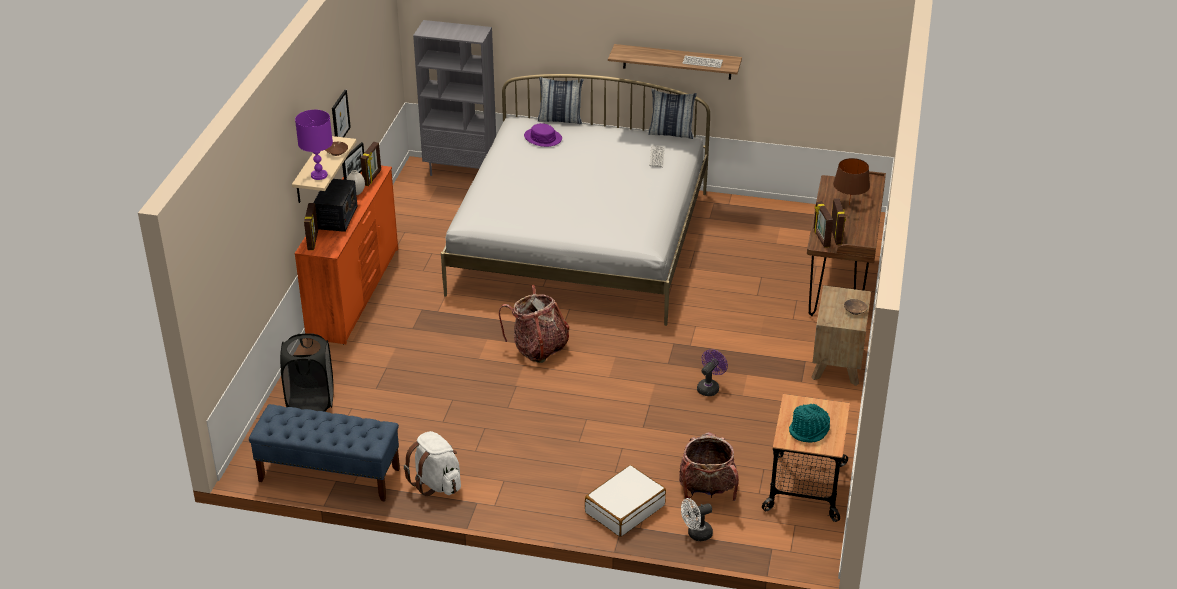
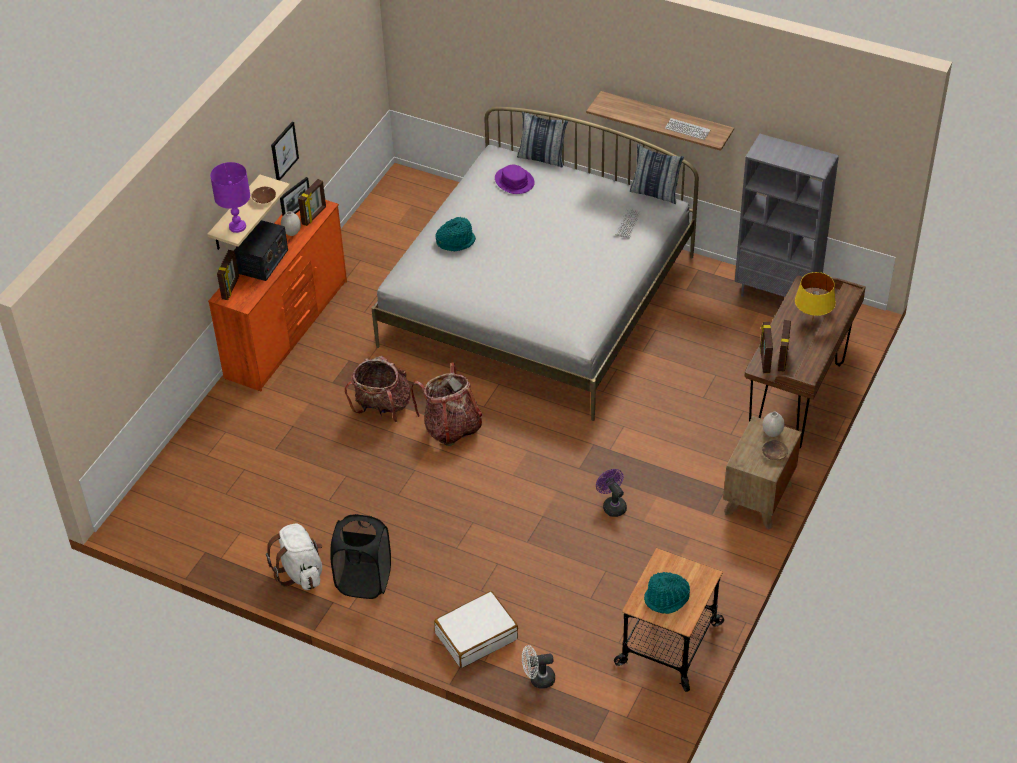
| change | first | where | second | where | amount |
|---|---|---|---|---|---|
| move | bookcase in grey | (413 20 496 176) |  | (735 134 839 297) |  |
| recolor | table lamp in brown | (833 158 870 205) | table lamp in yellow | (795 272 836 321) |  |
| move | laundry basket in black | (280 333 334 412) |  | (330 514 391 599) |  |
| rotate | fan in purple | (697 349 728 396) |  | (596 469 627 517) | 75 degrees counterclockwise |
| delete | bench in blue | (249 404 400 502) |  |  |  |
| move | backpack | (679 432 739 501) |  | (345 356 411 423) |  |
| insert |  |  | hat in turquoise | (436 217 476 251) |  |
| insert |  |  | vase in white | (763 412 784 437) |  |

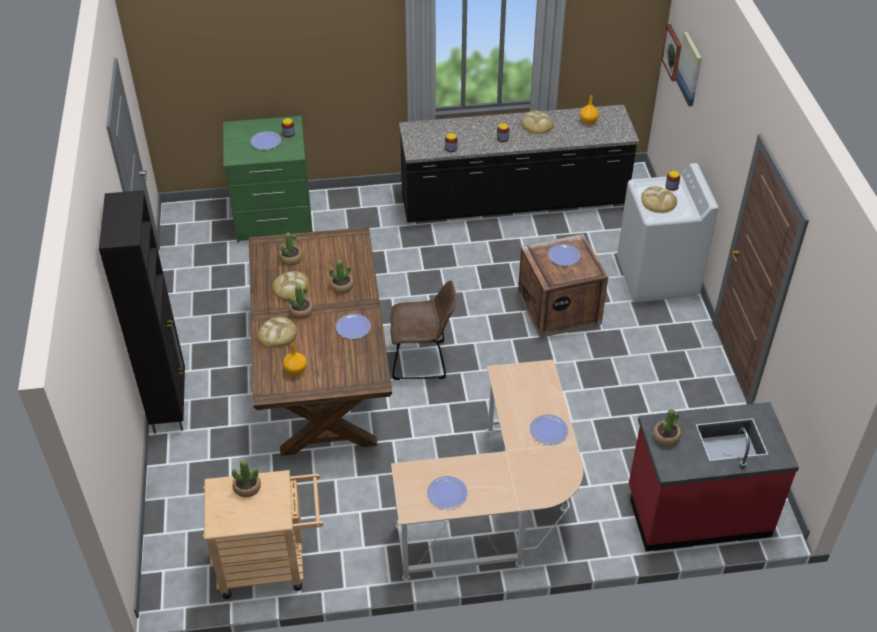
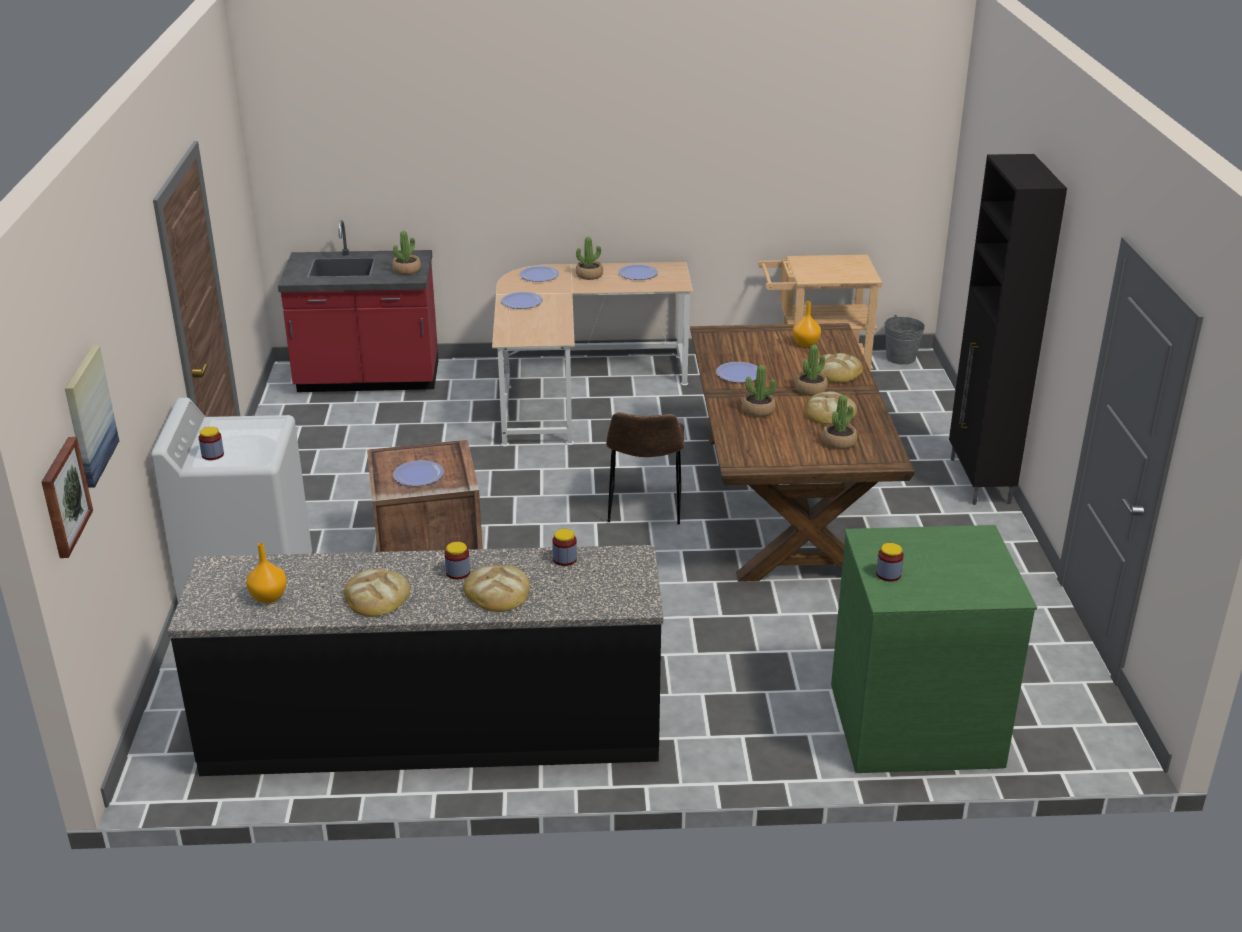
| change | first | where | second | where | amount |
|---|---|---|---|---|---|
| move | plate | (250 131 281 150) |  | (520 266 559 282) |  |
| move | bread | (641 186 677 213) |  | (463 566 530 612) |  |
| rotate | chair in brown | (391 280 456 380) |  | (606 412 684 524) | 90 degrees counterclockwise |
| move | potted plant | (232 460 261 497) |  | (576 237 603 280) |  |
| insert |  |  | bucket in grey | (885 315 925 365) |  |

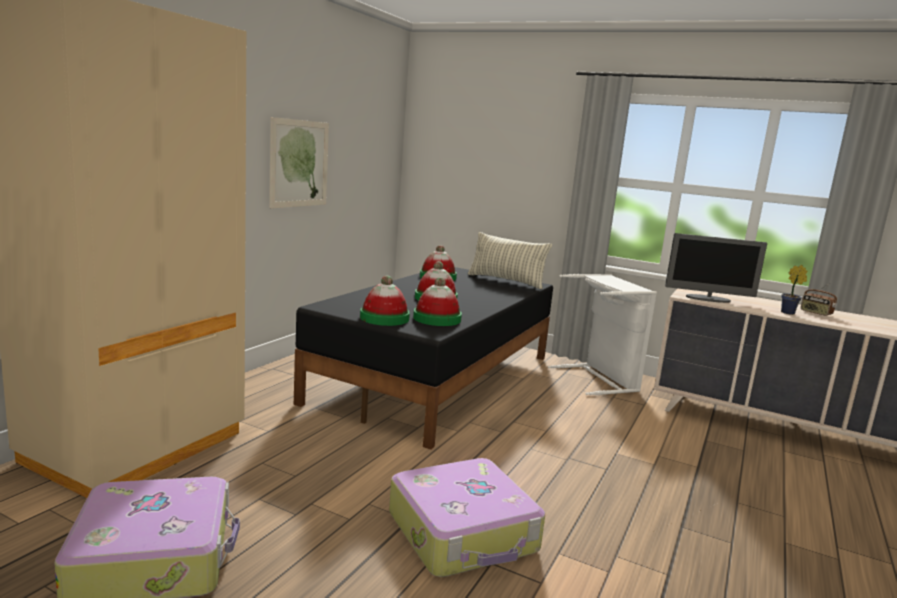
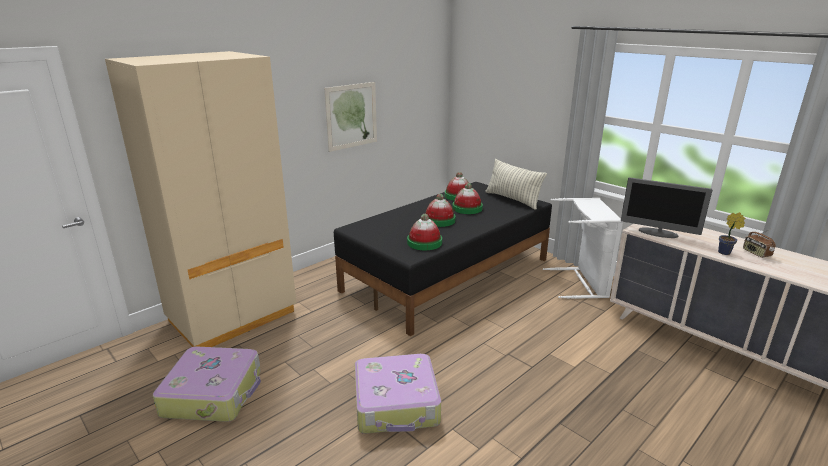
| change | first | where | second | where | amount |
|---|---|---|---|---|---|
| move | hat | (360 276 410 326) |  | (452 183 483 214) |  |

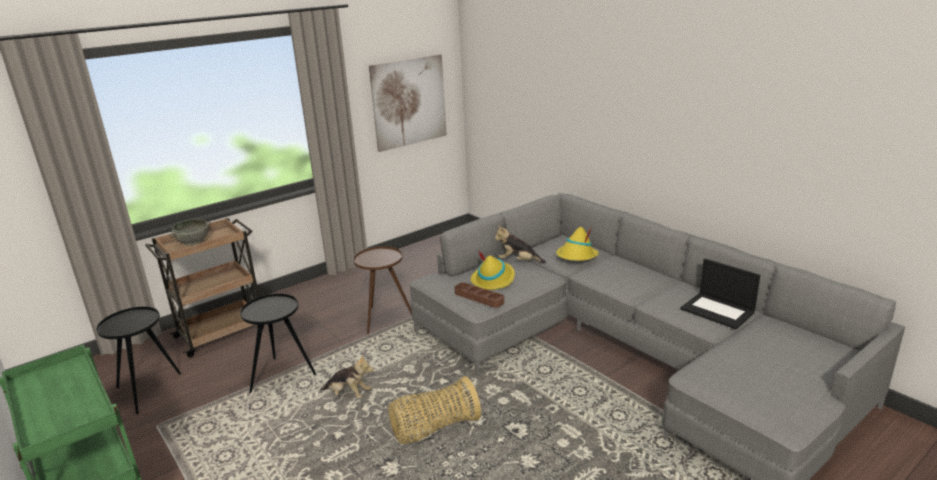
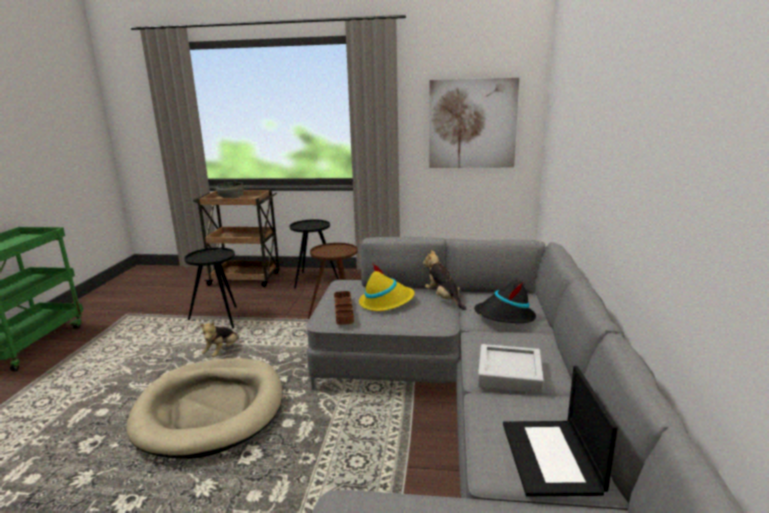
| change | first | where | second | where | amount |
|---|---|---|---|---|---|
| recolor | hat in yellow | (556 226 599 261) | hat in black | (474 280 536 323) |  |
| move | side table in black | (96 307 181 414) |  | (290 219 338 289) |  |
| rotate | plush toy | (320 354 374 399) |  | (200 321 239 357) | 45 degrees clockwise |
| replace | basket | (388 376 481 444) | dog bed in beige | (127 358 283 459) |  |
| insert |  |  | tray in grey | (478 344 544 394) |  |

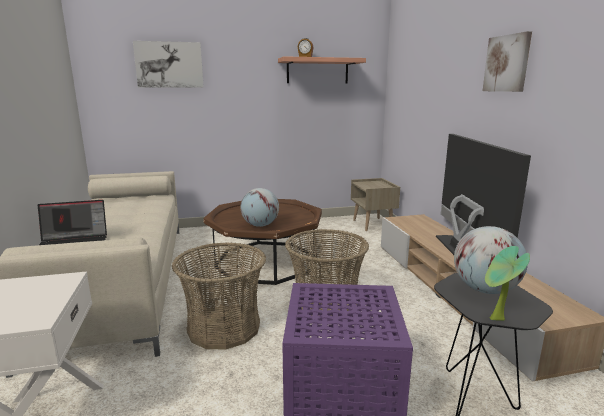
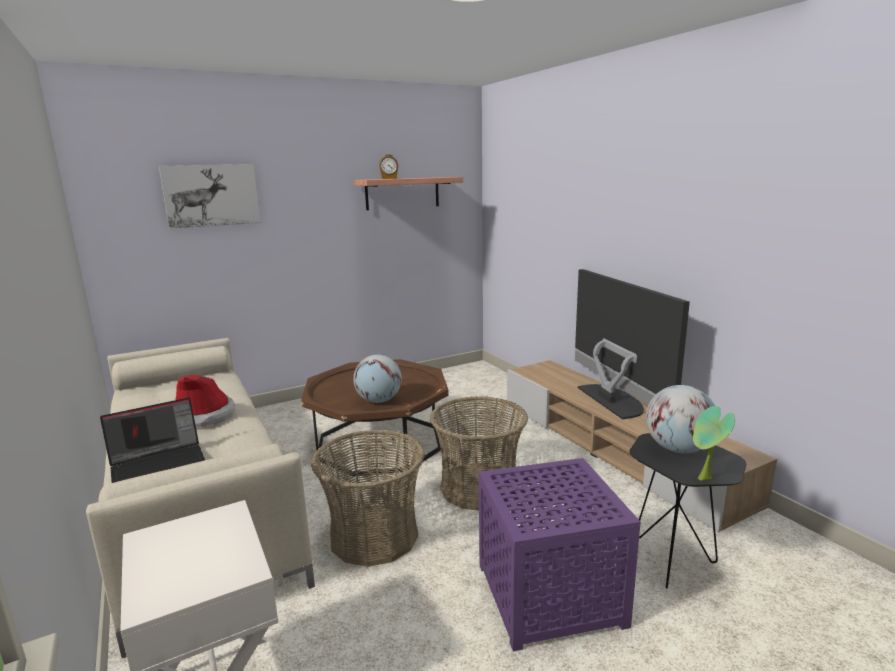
| change | first | where | second | where | amount |
|---|---|---|---|---|---|
| delete | picture | (482 31 532 92) |  |  |  |
| delete | nightstand in beige | (351 178 400 231) |  |  |  |
| insert |  |  | hat | (176 375 235 427) |  |

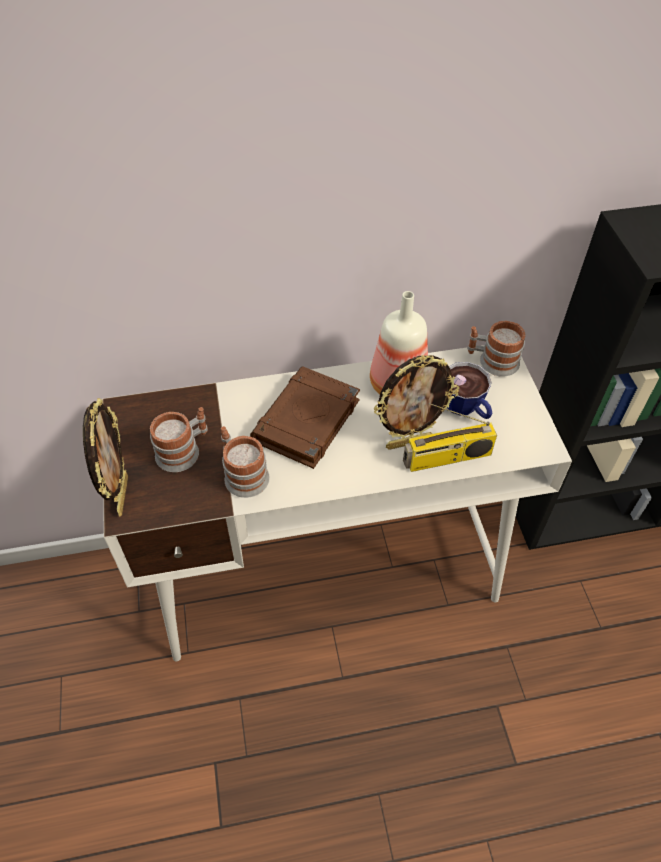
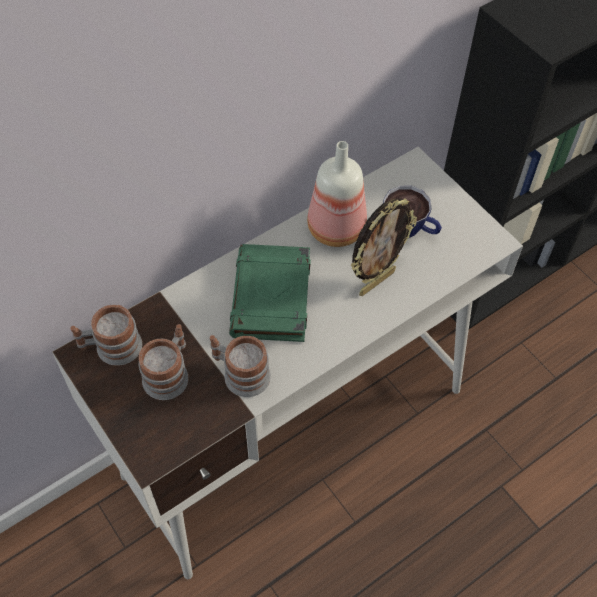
| change | first | where | second | where | amount |
|---|---|---|---|---|---|
| move | mug | (467 321 525 377) |  | (70 305 142 366) |  |
| recolor | book in brown | (250 366 360 469) | book in green | (229 244 311 342) |  |
| delete | picture frame | (83 398 128 517) |  |  |  |
| delete | radio | (403 403 497 472) |  |  |  |

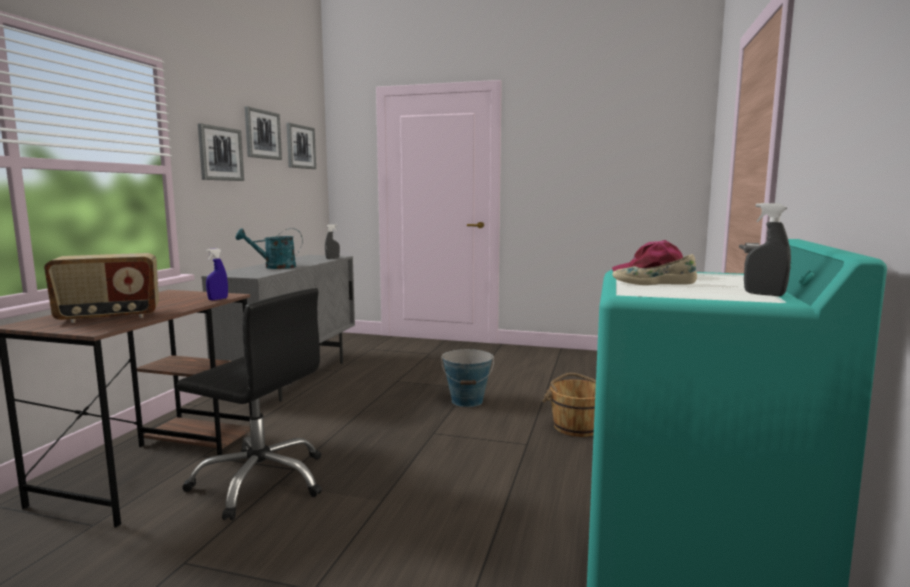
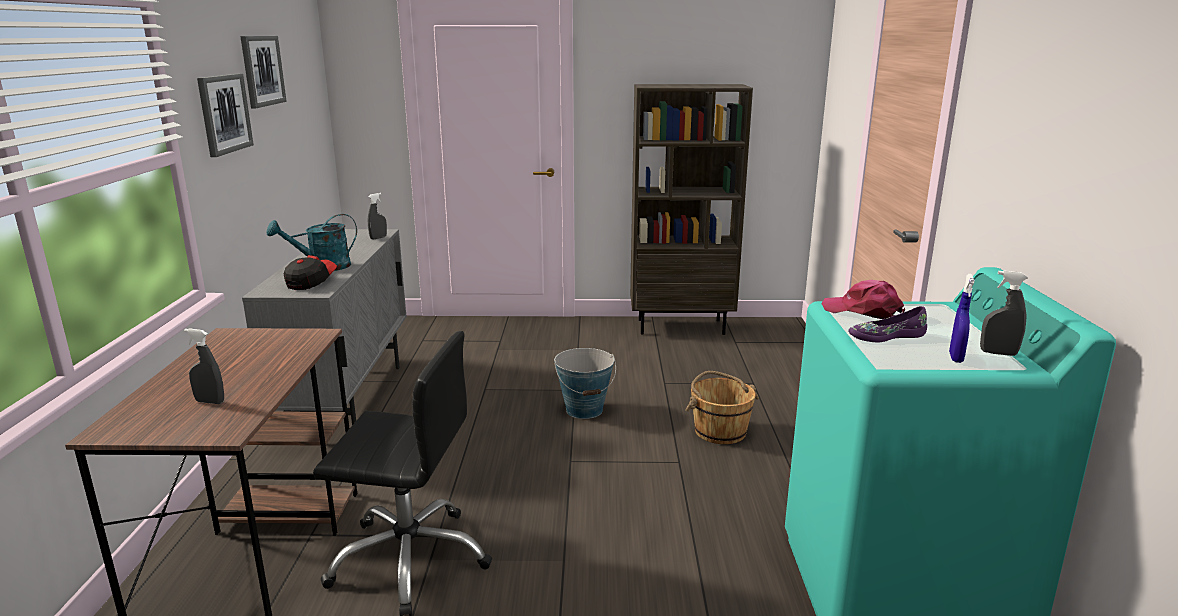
| change | first | where | second | where | amount |
|---|---|---|---|---|---|
| delete | picture | (286 123 316 169) |  |  |  |
| move | spray bottle in blue | (206 248 228 300) |  | (949 274 974 363) |  |
| replace | radio | (44 253 159 323) | spray bottle in grey | (184 328 224 404) |  |
| recolor | shoe in beige | (612 254 697 285) | shoe in purple | (848 306 927 342) |  |
| insert |  |  | bookcase in brown | (630 84 753 335) |  |
| insert |  |  | cap | (284 255 337 290) |  |

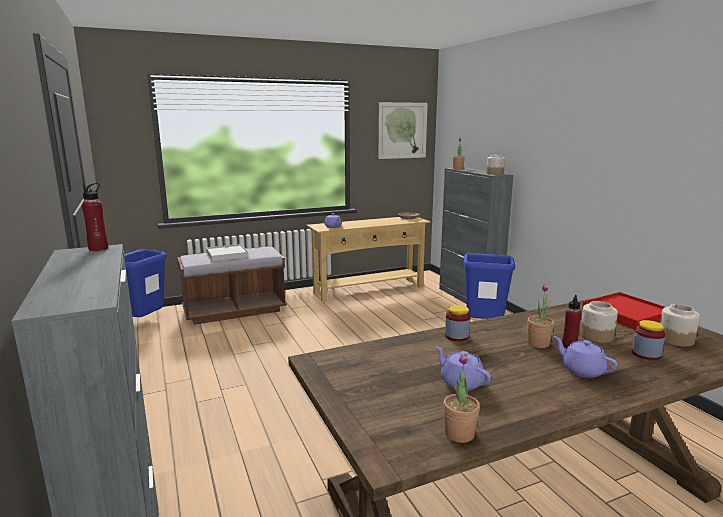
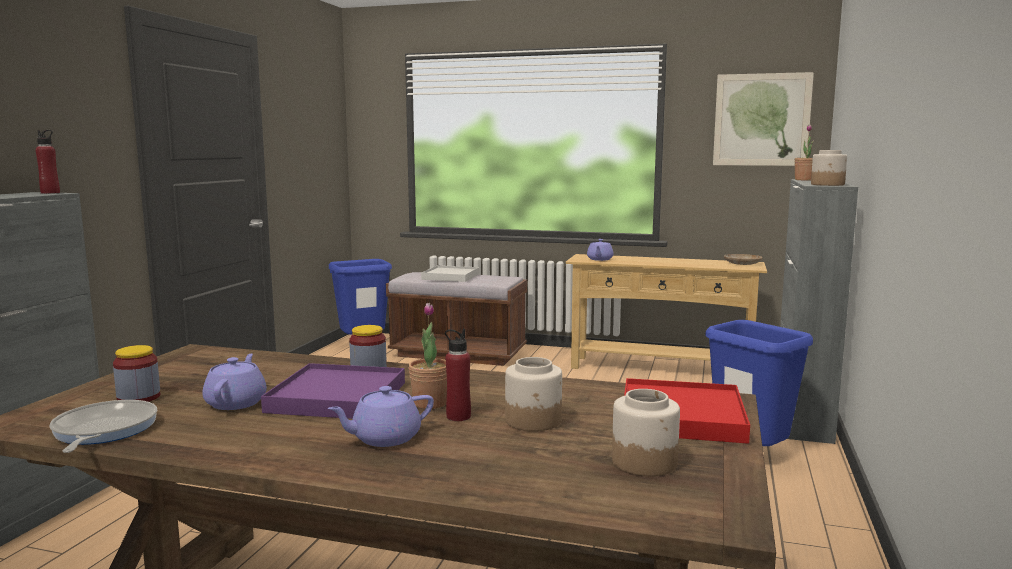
| change | first | where | second | where | amount |
|---|---|---|---|---|---|
| move | jar | (632 320 665 361) |  | (113 345 160 402) |  |
| rotate | teapot in purple | (553 336 618 378) |  | (327 386 434 447) | 120 degrees counterclockwise |
| replace | potted plant | (443 353 480 443) | frying pan | (49 400 157 453) |  |
| insert |  |  | tray in purple | (261 363 405 419) |  |

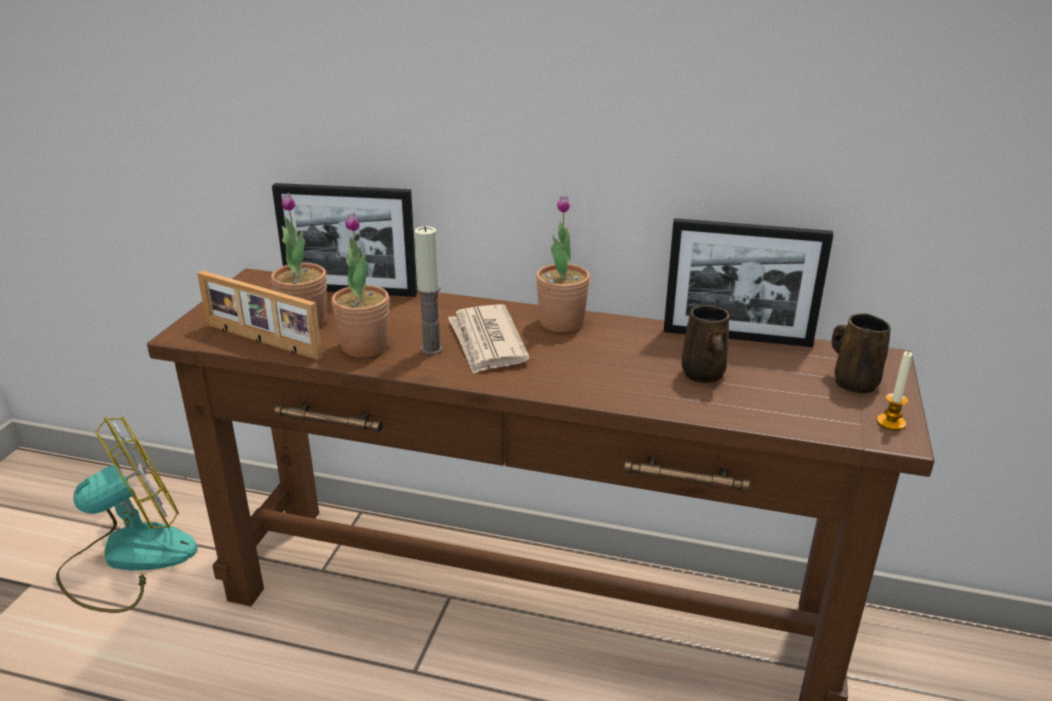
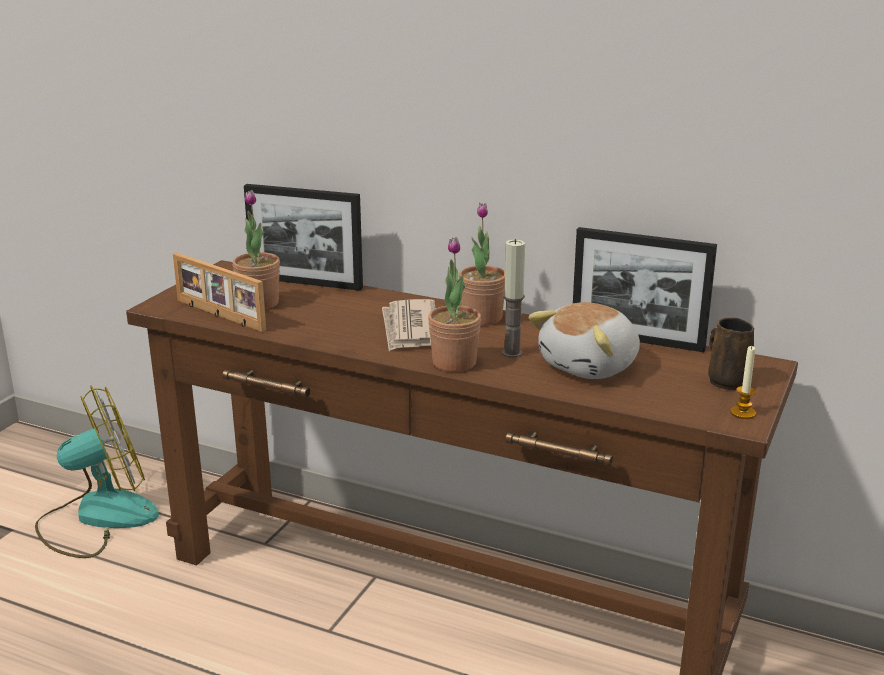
| change | first | where | second | where | amount |
|---|---|---|---|---|---|
| move | potted plant | (332 213 389 358) |  | (428 237 481 372) |  |
| move | candle | (415 226 443 355) |  | (502 239 525 358) |  |
| replace | mug in brown | (682 305 729 383) | plush toy | (529 302 640 379) |  |

